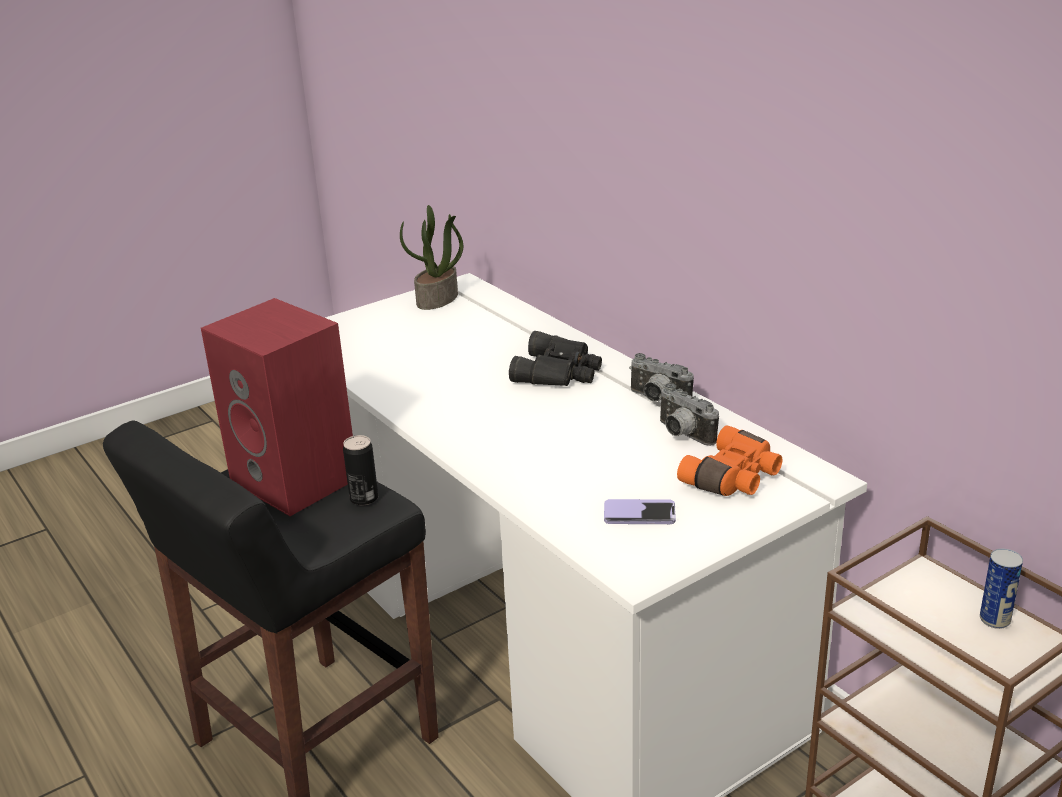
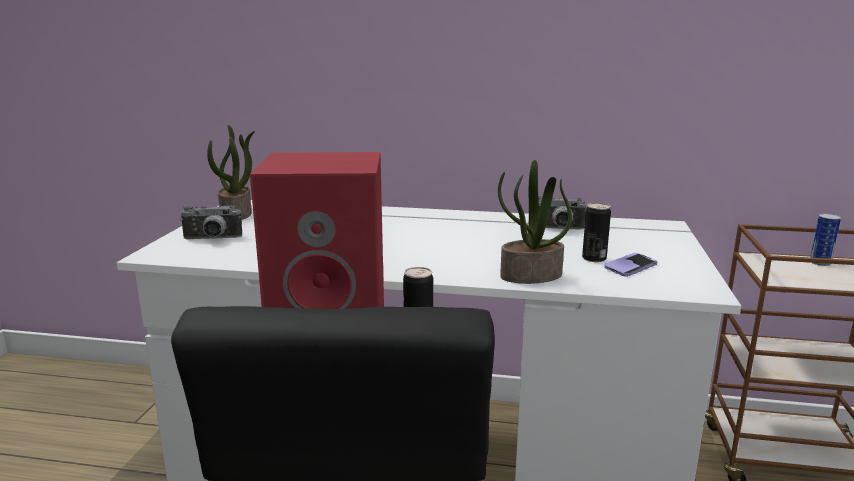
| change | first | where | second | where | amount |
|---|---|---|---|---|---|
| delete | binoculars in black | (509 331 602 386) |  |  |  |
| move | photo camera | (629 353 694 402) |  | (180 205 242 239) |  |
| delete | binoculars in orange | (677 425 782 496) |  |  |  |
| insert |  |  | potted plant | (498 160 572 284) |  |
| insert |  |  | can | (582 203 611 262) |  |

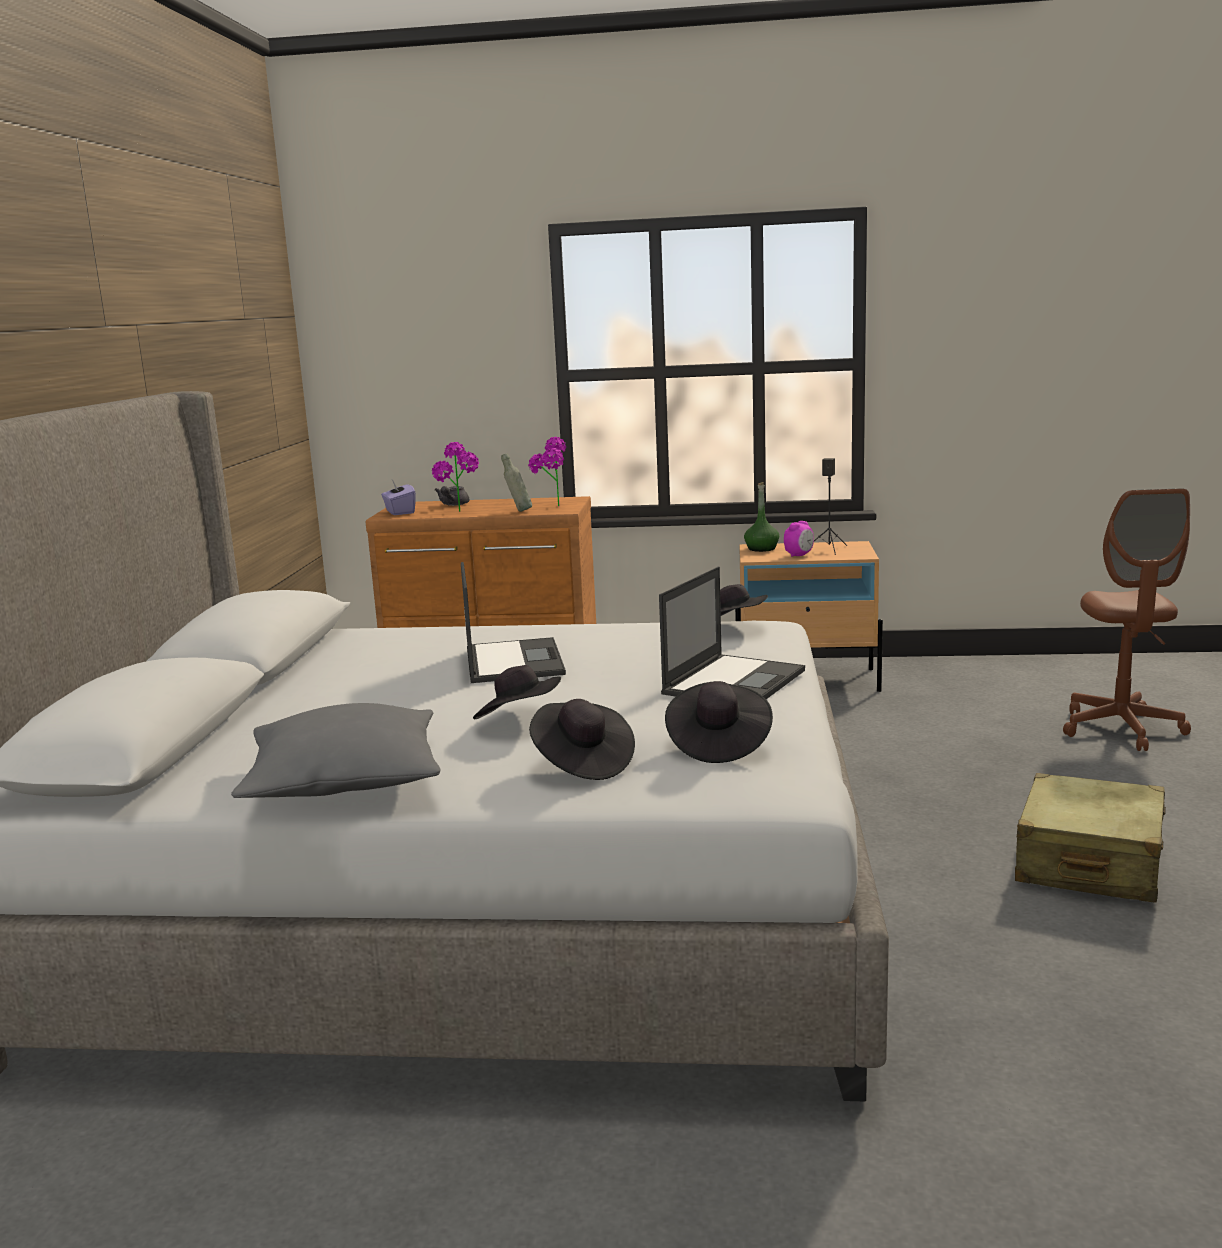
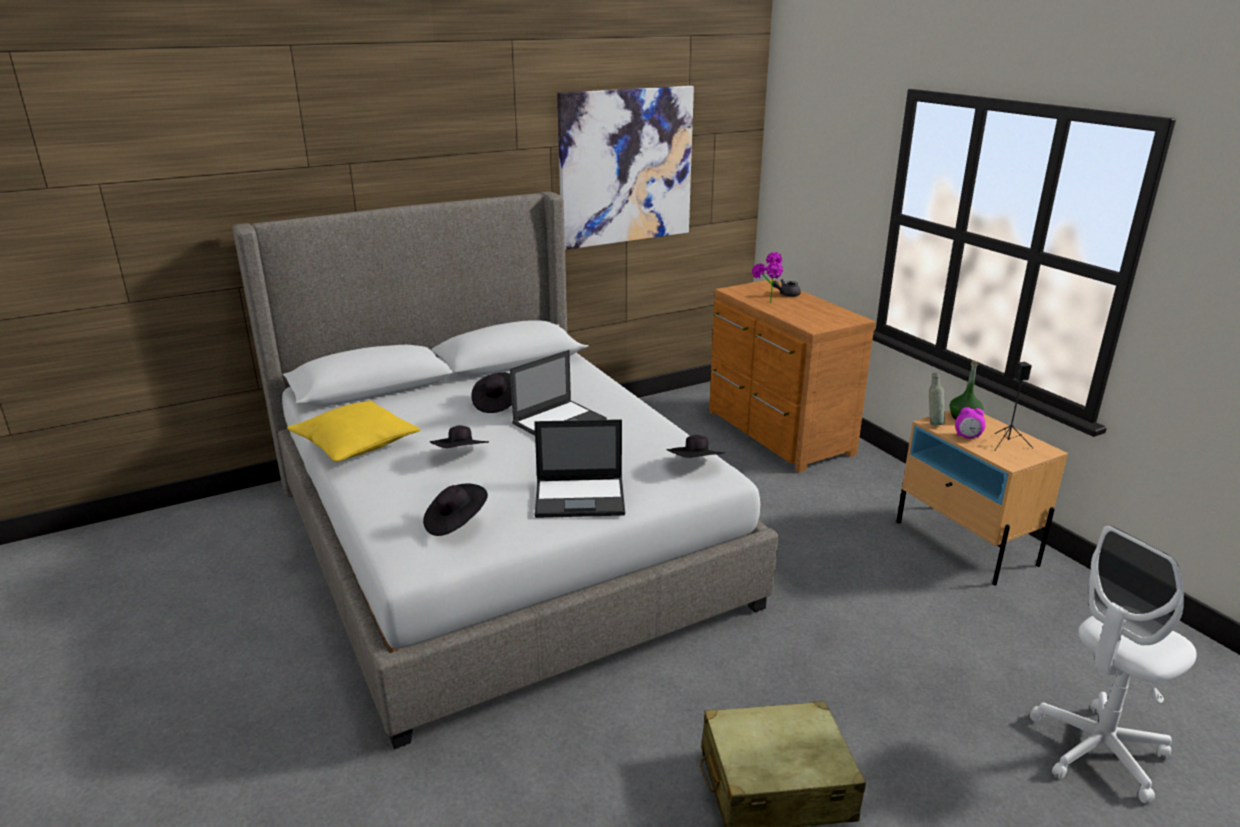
| change | first | where | second | where | amount |
|---|---|---|---|---|---|
| delete | potted plant | (528 437 566 506) |  |  |  |
| move | bottle in grey | (501 453 532 512) |  | (929 373 945 425) |  |
| delete | tissue box in purple | (381 480 416 515) |  |  |  |
| recolor | office chair in brown | (1063 488 1191 751) | office chair in white | (1030 525 1197 803) |  |
| move | hat in black | (529 699 635 780) |  | (472 372 512 413) |  |
| recolor | pillow in grey | (231 703 441 798) | pillow in yellow | (287 400 420 462) |  |
| insert |  |  | picture | (557 86 694 250) |  |

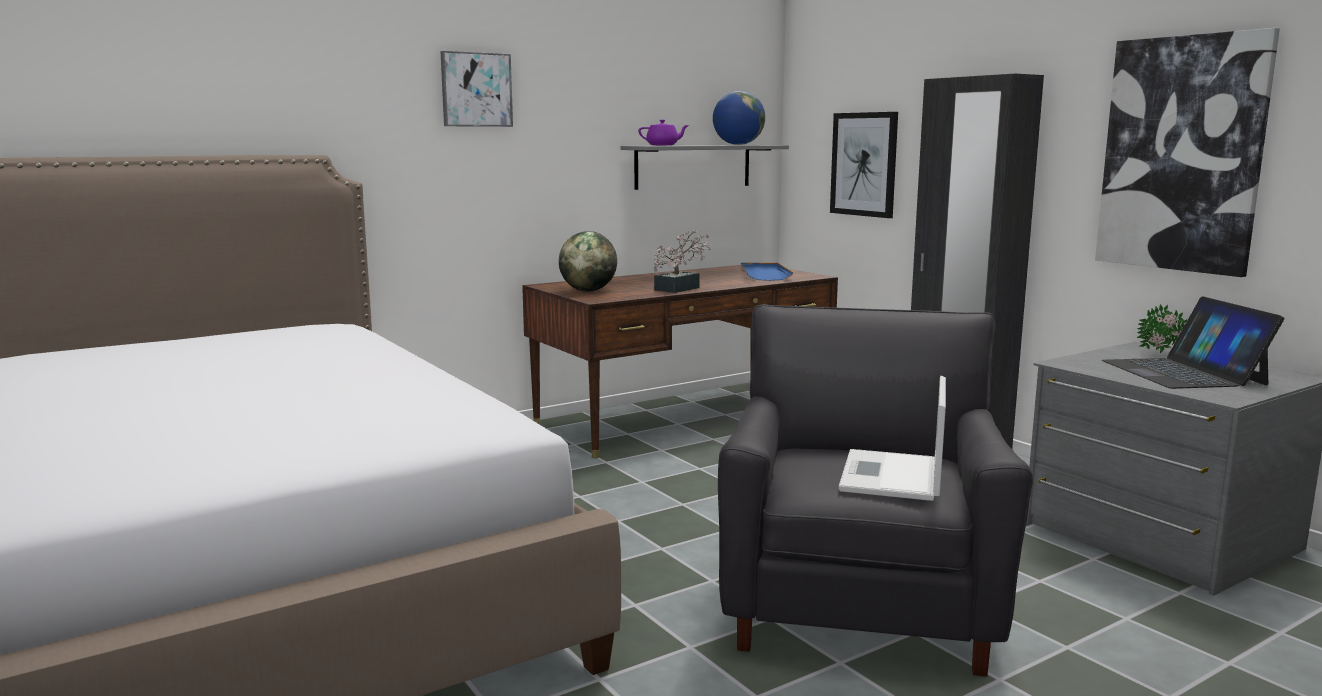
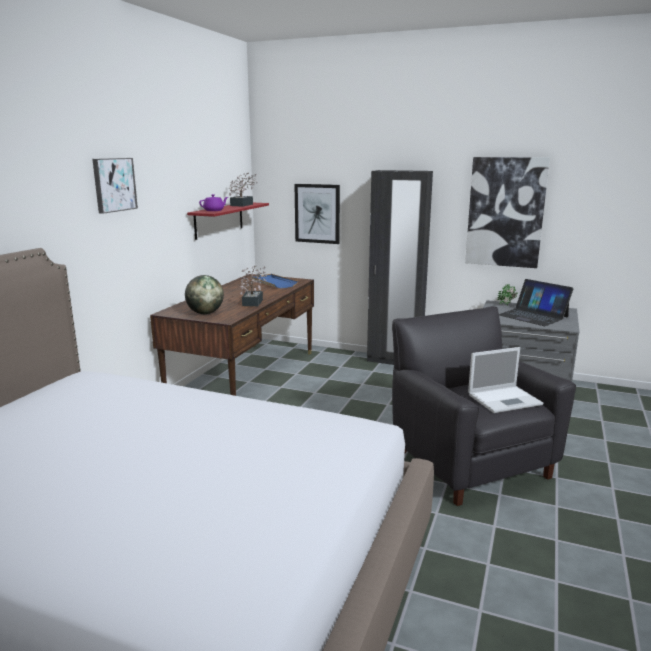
| change | first | where | second | where | amount |
|---|---|---|---|---|---|
| replace | globe | (713 91 765 145) | potted plant | (229 172 257 207) |  |
| recolor | shelf in grey | (620 145 789 190) | shelf in red | (187 203 269 240) |  |
| rotate | laptop | (839 376 946 501) |  | (468 347 544 413) | 90 degrees counterclockwise |

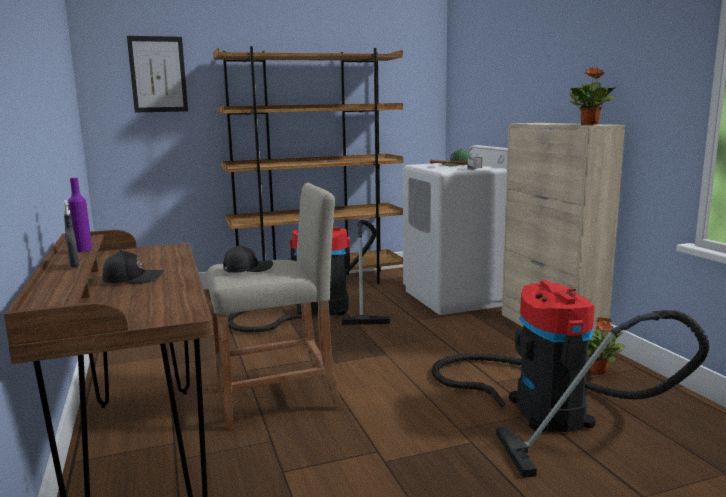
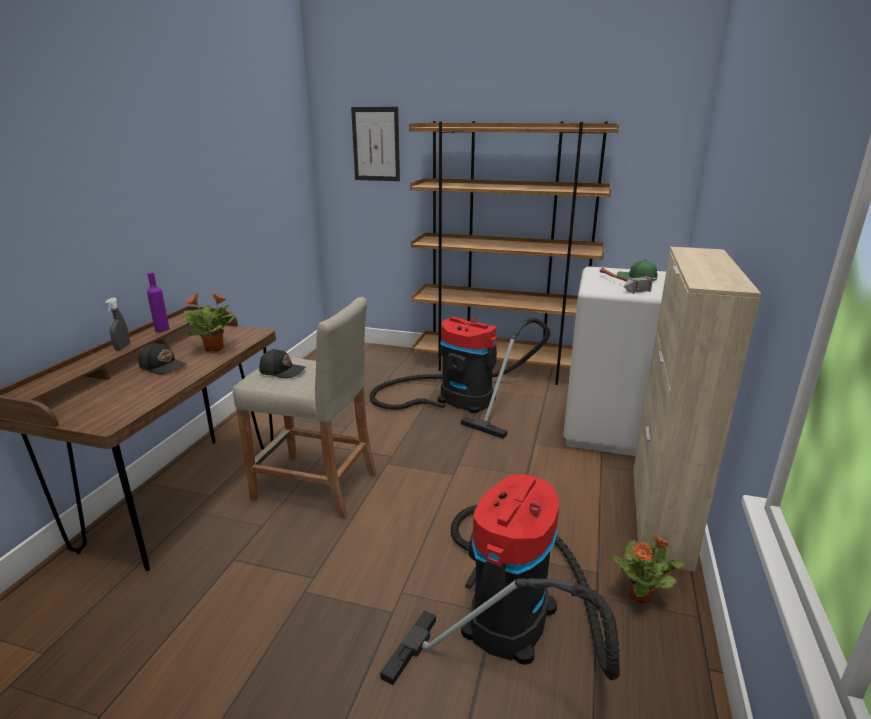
| change | first | where | second | where | amount |
|---|---|---|---|---|---|
| move | potted plant | (570 67 616 125) |  | (183 293 235 352) |  |

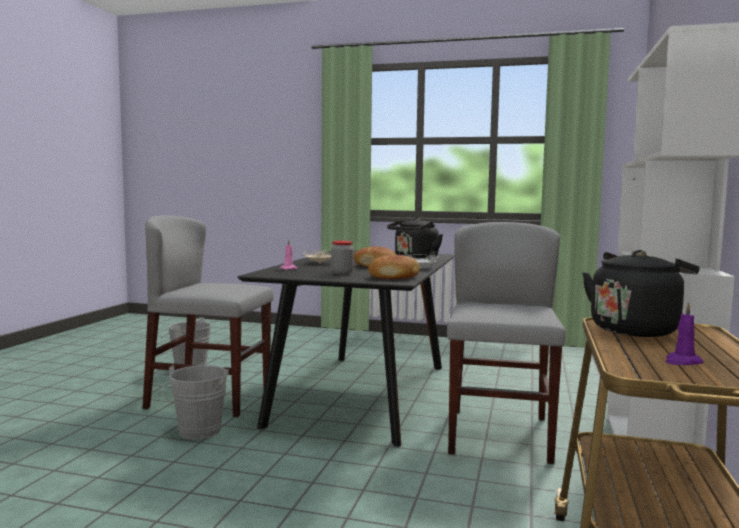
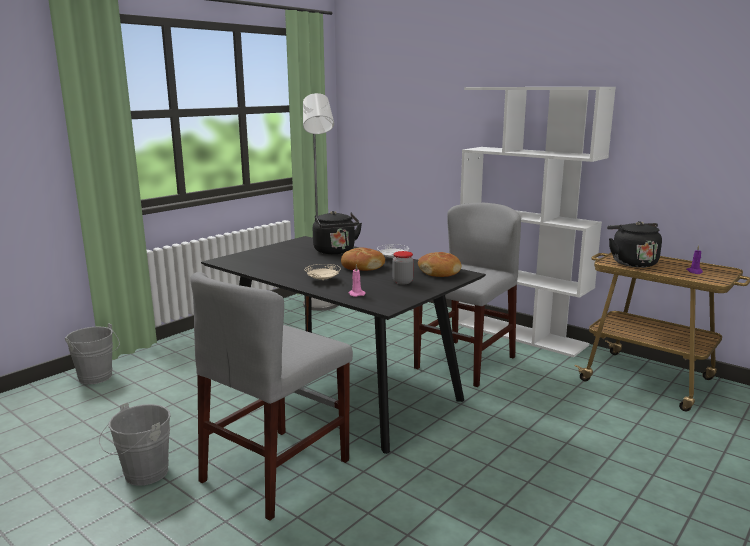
| change | first | where | second | where | amount |
|---|---|---|---|---|---|
| rotate | chair in grey | (447 222 566 464) |  | (414 203 521 387) | 90 degrees clockwise |
| move | bucket in grey | (162 365 229 440) |  | (65 323 120 385) |  |
| insert |  |  | floor lamp in grey | (303 93 338 311) |  |

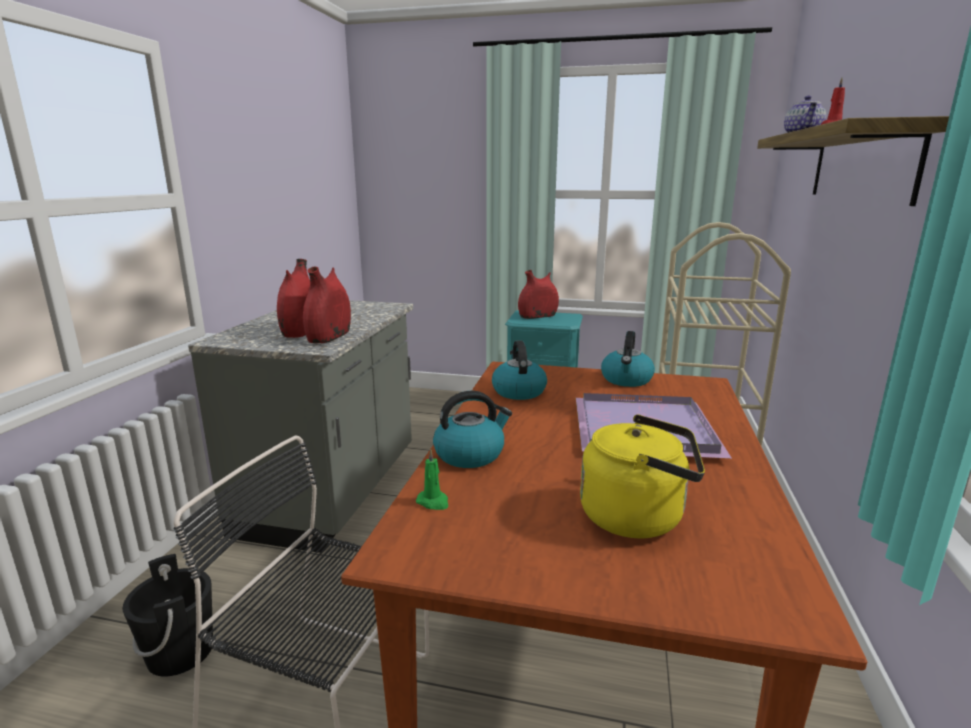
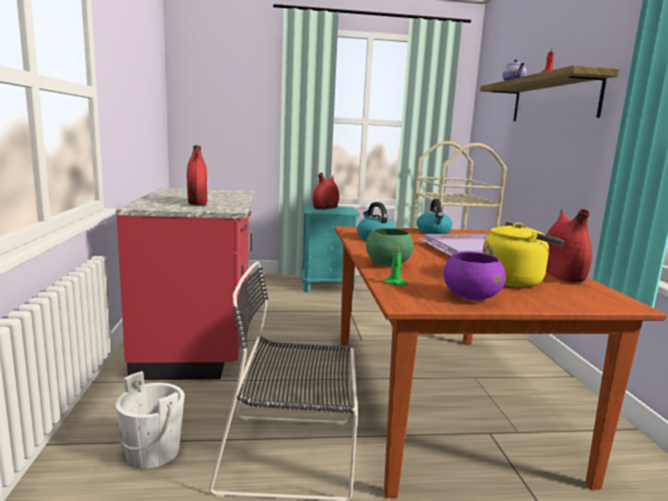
| change | first | where | second | where | amount |
|---|---|---|---|---|---|
| move | vase in red | (303 267 351 343) |  | (546 209 592 282) |  |
| recolor | counter in grey | (188 300 413 553) | counter in red | (116 188 255 380) |  |
| replace | kettle | (433 391 512 468) | bowl in green | (366 228 413 266) |  |
| recolor | bucket in black | (123 554 213 677) | bucket in white | (116 371 185 468) |  |
| insert |  |  | bowl in purple | (443 252 506 300) |  |

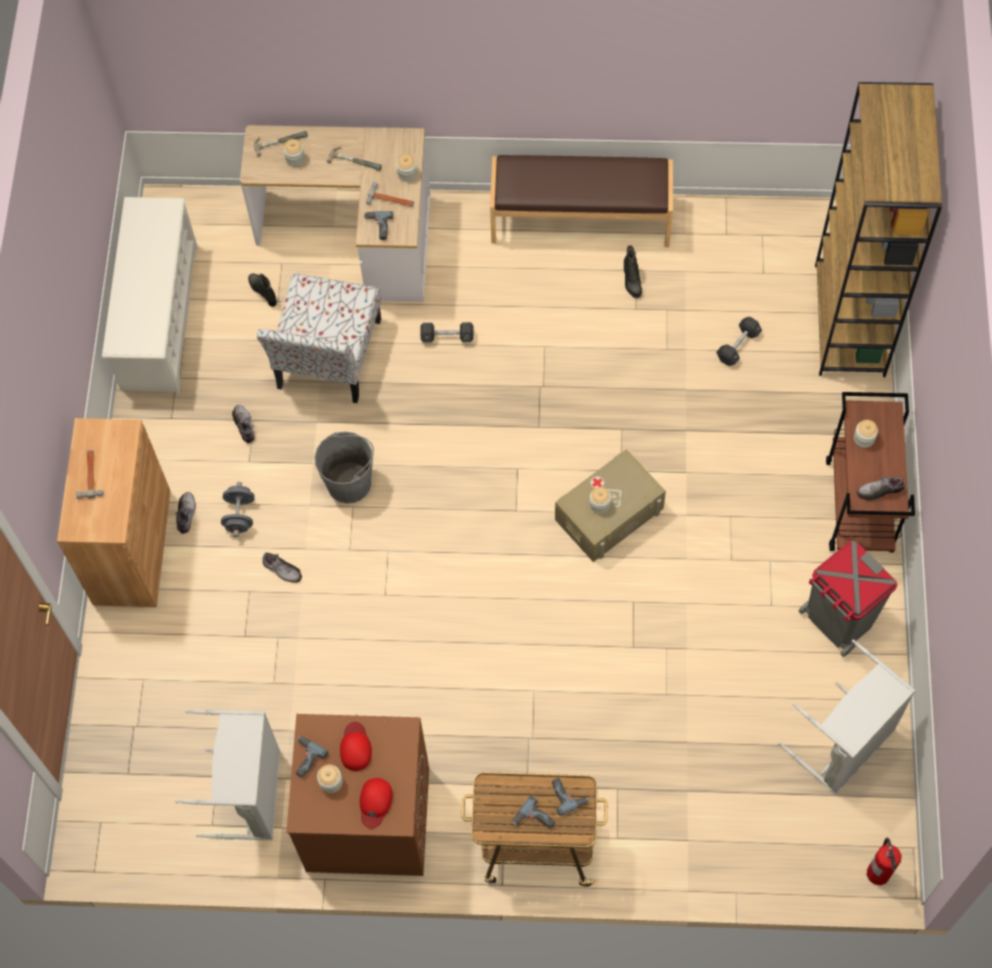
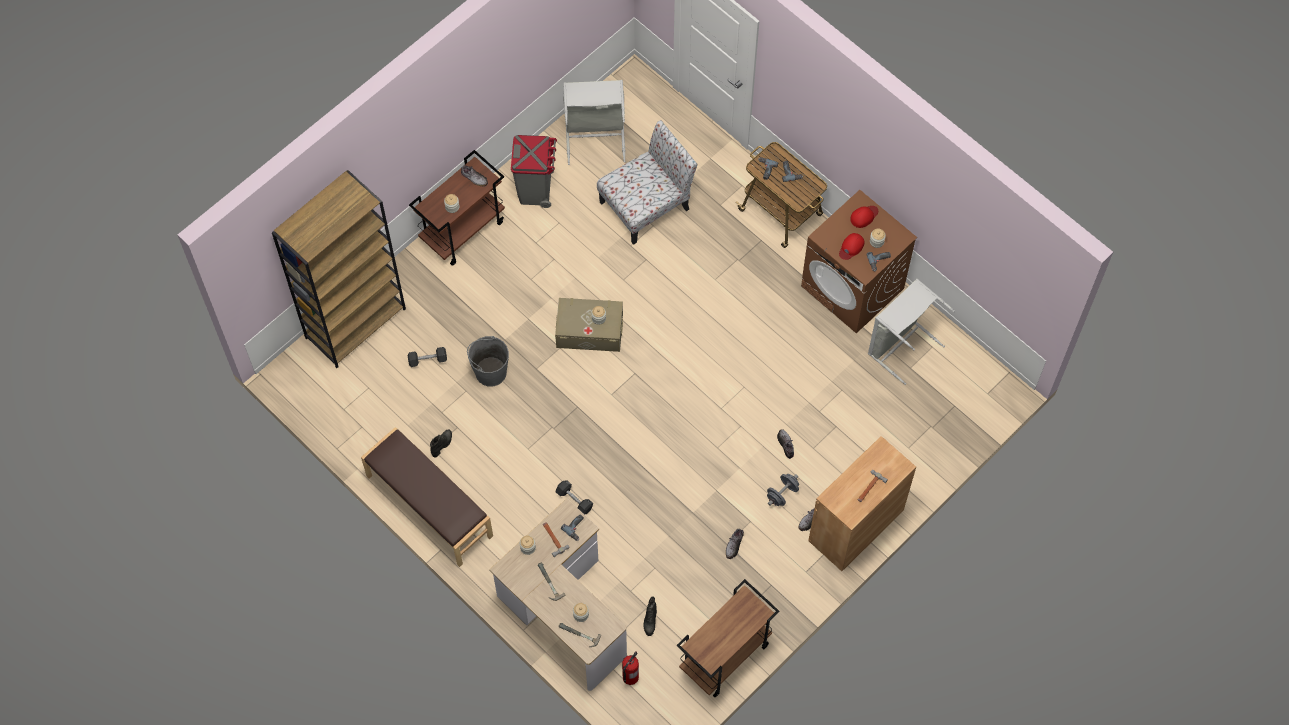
| change | first | where | second | where | amount |
|---|---|---|---|---|---|
| replace | shoe rack in white | (102 197 197 395) | cart in brown | (677 579 779 697) |  |
| move | chair | (257 273 381 403) |  | (597 120 698 245) |  |
| move | bucket in grey | (314 432 374 504) |  | (467 336 509 387) |  |
| move | fire extinguisher | (867 838 901 885) |  | (622 651 639 685) |  |

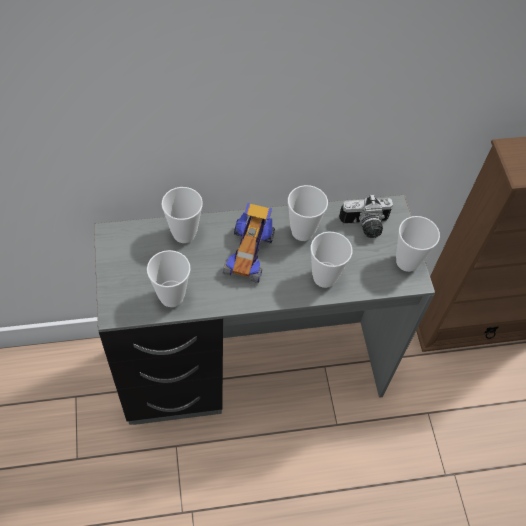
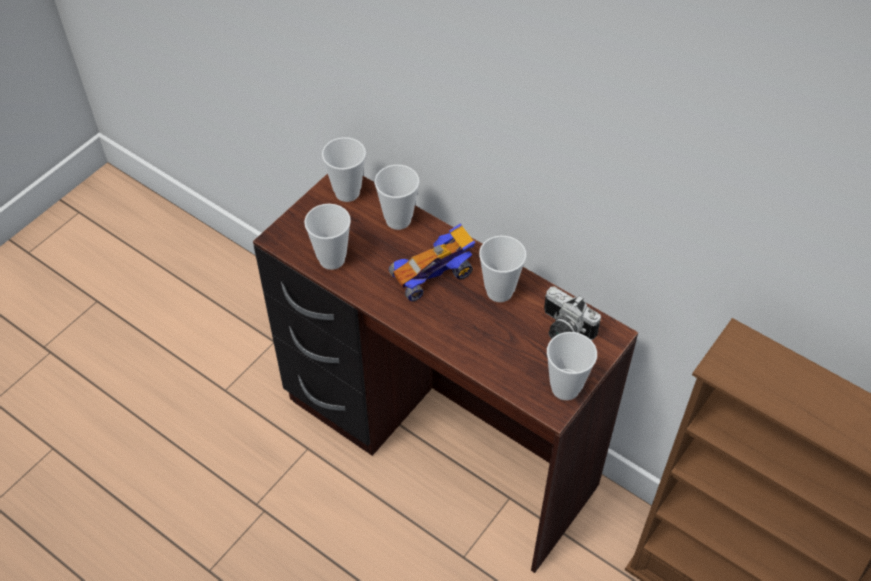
| change | first | where | second | where | amount |
|---|---|---|---|---|---|
| recolor | desk in grey | (94 195 435 425) | desk in brown | (253 173 638 573) |  |
| move | cup | (311 232 352 288) |  | (322 137 366 202) |  |

